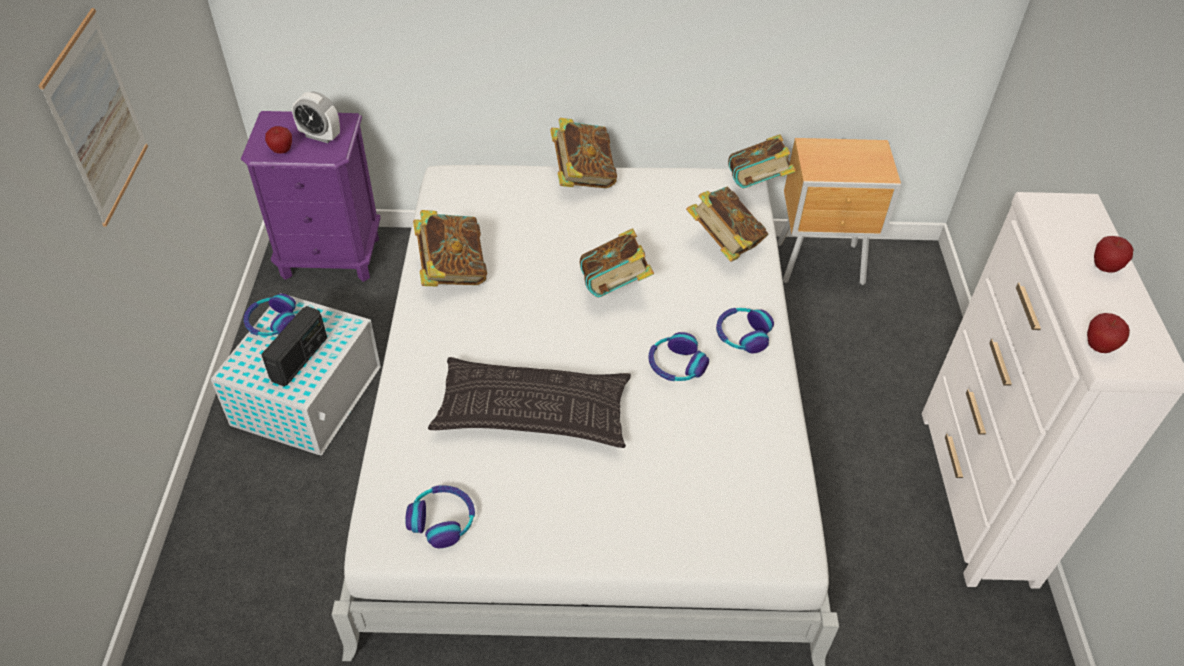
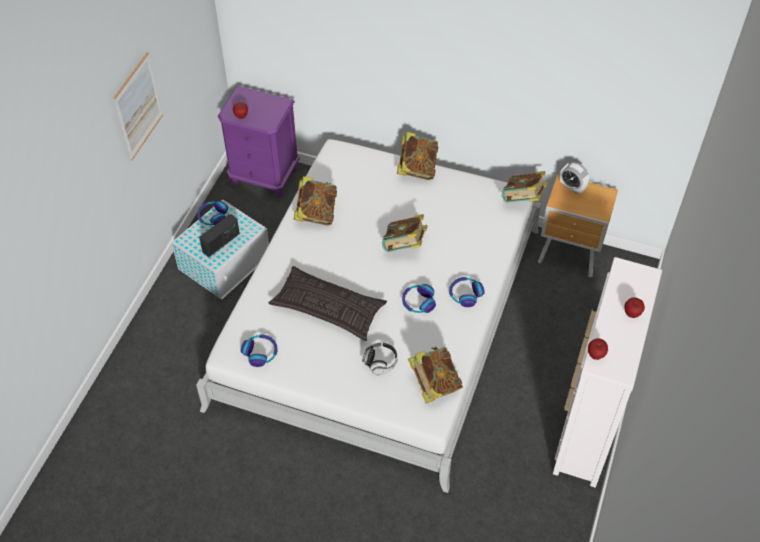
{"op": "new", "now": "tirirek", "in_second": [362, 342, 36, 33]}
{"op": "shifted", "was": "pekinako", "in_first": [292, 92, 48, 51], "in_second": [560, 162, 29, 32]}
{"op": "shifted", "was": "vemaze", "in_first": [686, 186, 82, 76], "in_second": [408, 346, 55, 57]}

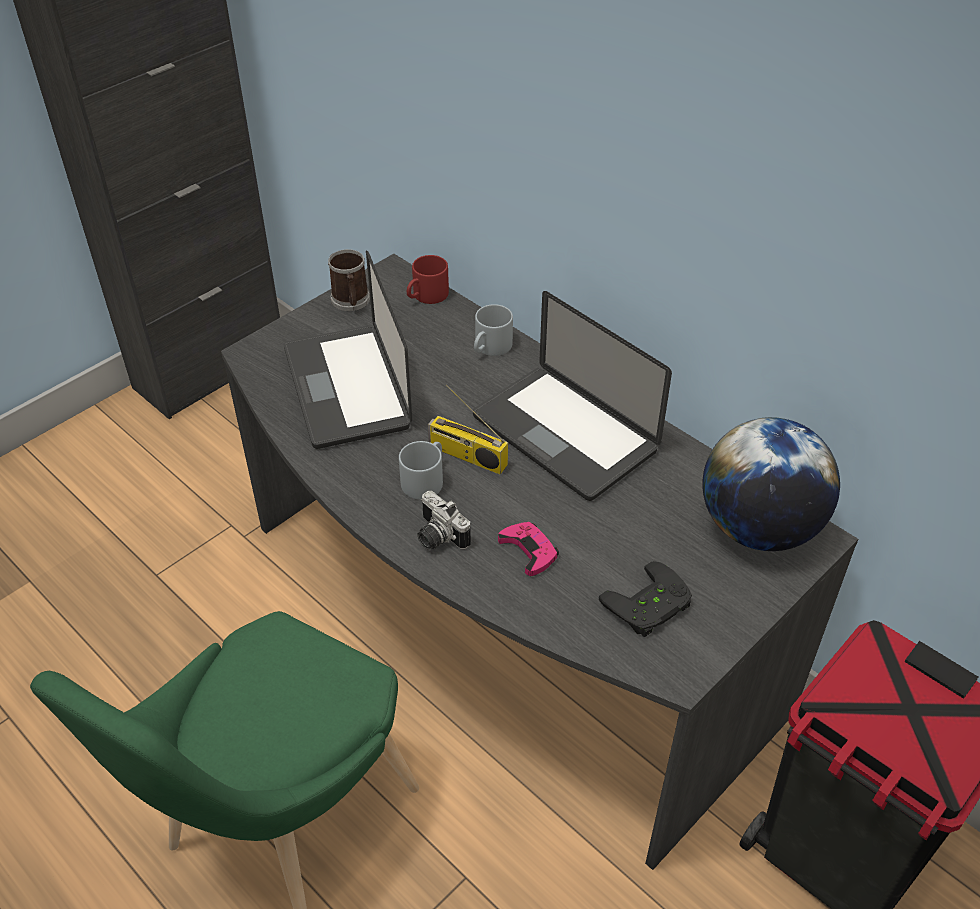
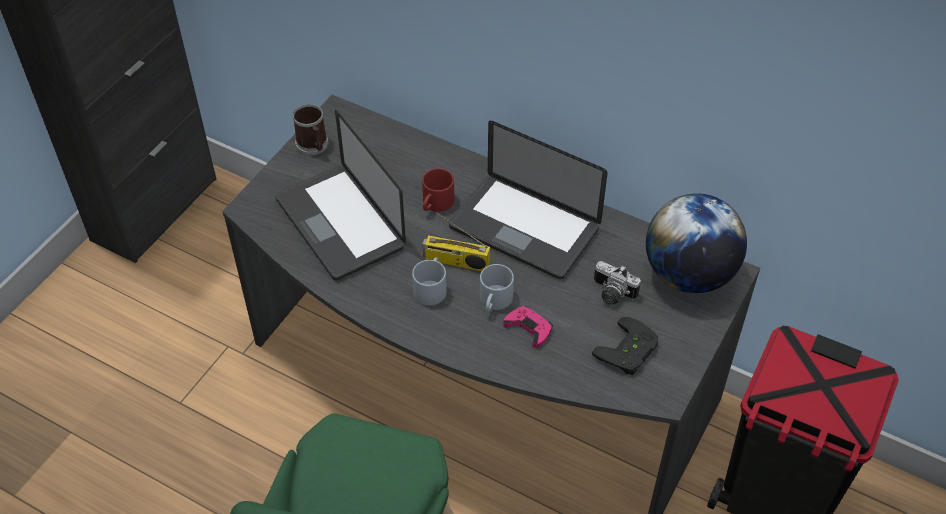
{"op": "shifted", "was": "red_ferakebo", "in_first": [407, 255, 42, 49], "in_second": [422, 168, 32, 44]}
{"op": "shifted", "was": "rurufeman", "in_first": [417, 491, 54, 59], "in_second": [594, 261, 47, 44]}
{"op": "shifted", "was": "grey_ferakebo", "in_first": [474, 304, 39, 52], "in_second": [480, 264, 34, 48]}

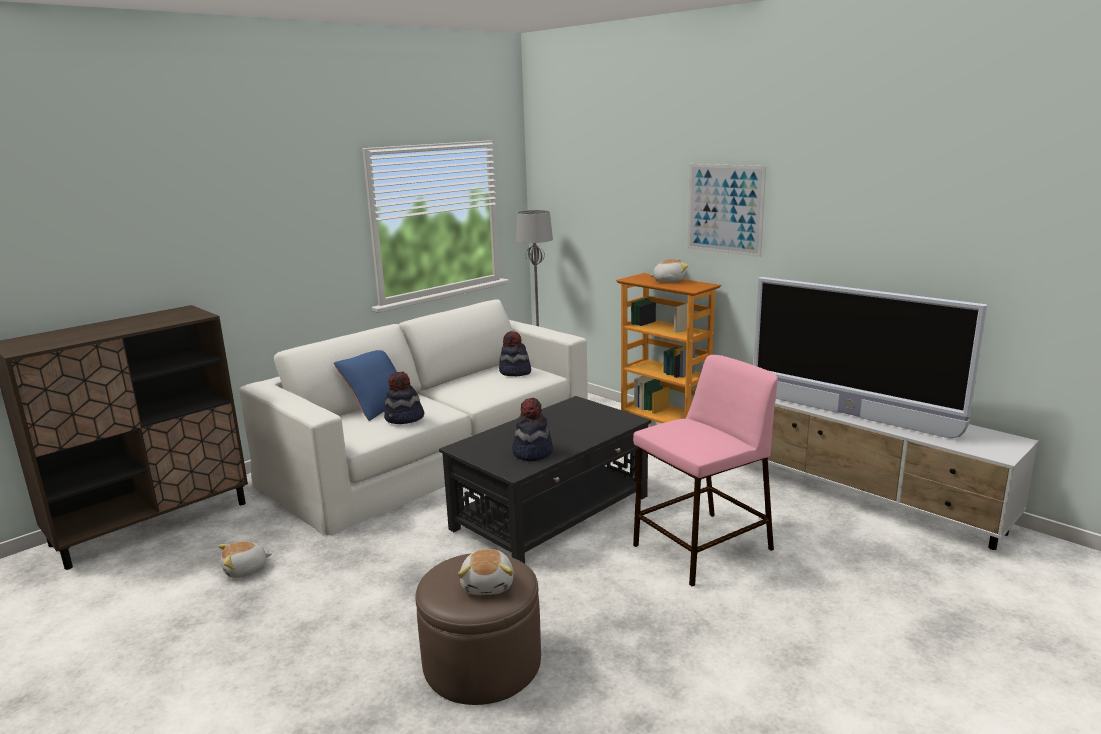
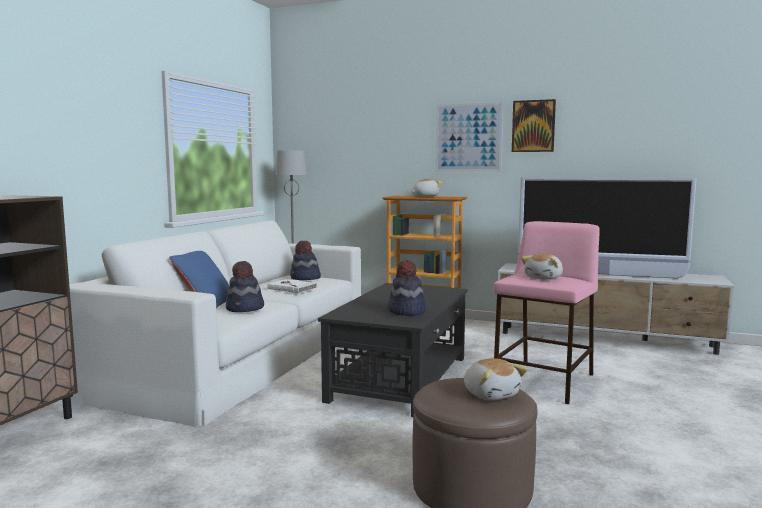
{"op": "new", "now": "white_vemaze", "in_second": [267, 279, 50, 14]}
{"op": "new", "now": "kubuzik", "in_second": [512, 99, 44, 53]}
{"op": "shifted", "was": "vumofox", "in_first": [218, 541, 54, 37], "in_second": [521, 253, 42, 27]}

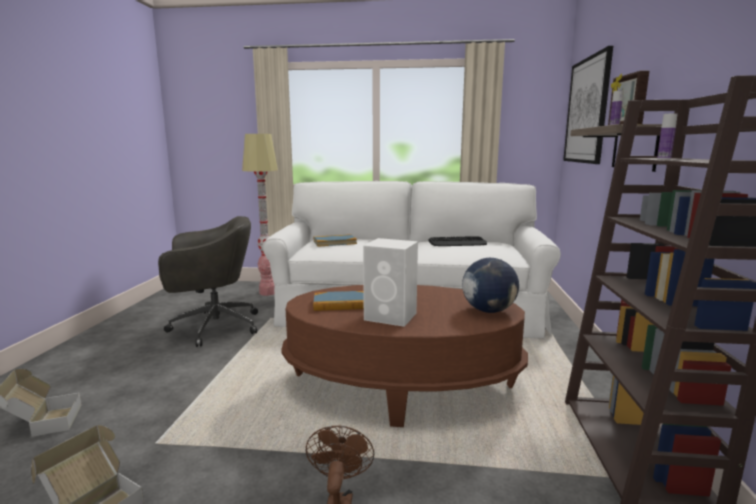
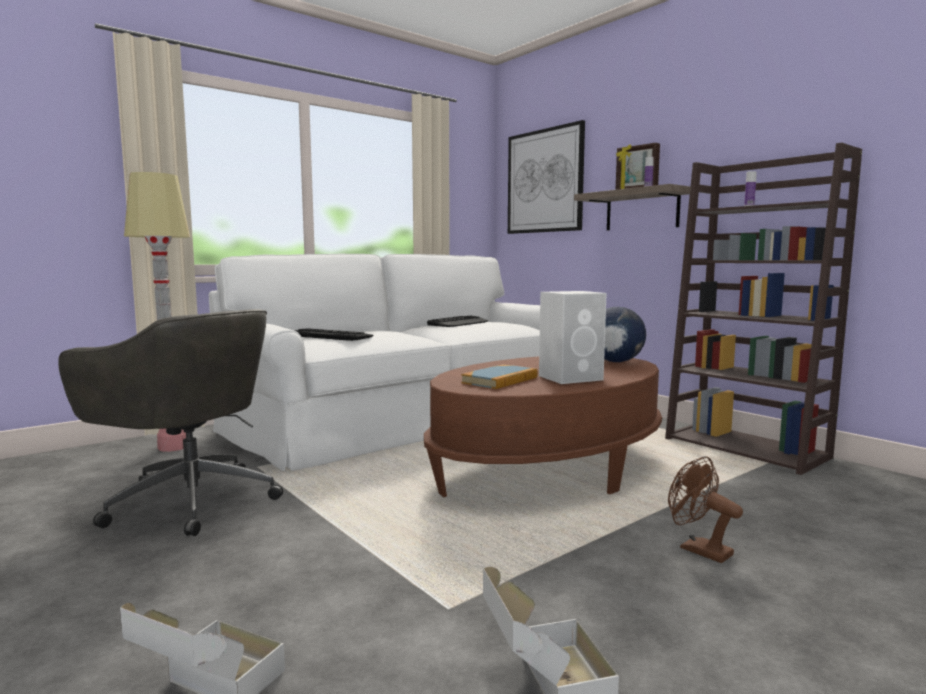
{"op": "swapped", "was": "vemaze", "now": "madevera", "in_first": [314, 234, 43, 13], "in_second": [295, 328, 78, 13]}
{"op": "rotated", "was": "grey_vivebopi", "in_first": [158, 216, 100, 131], "in_second": [58, 309, 225, 227], "clockwise": 90}

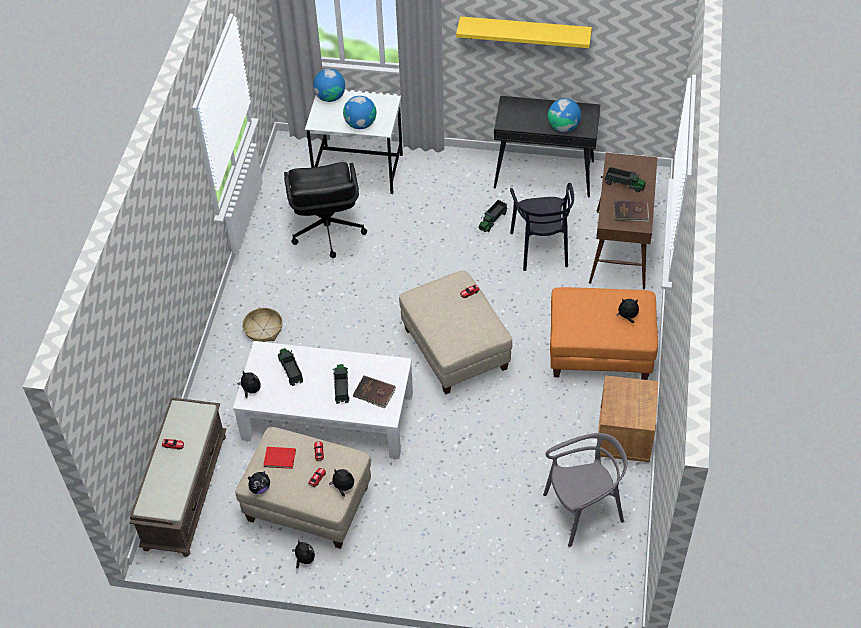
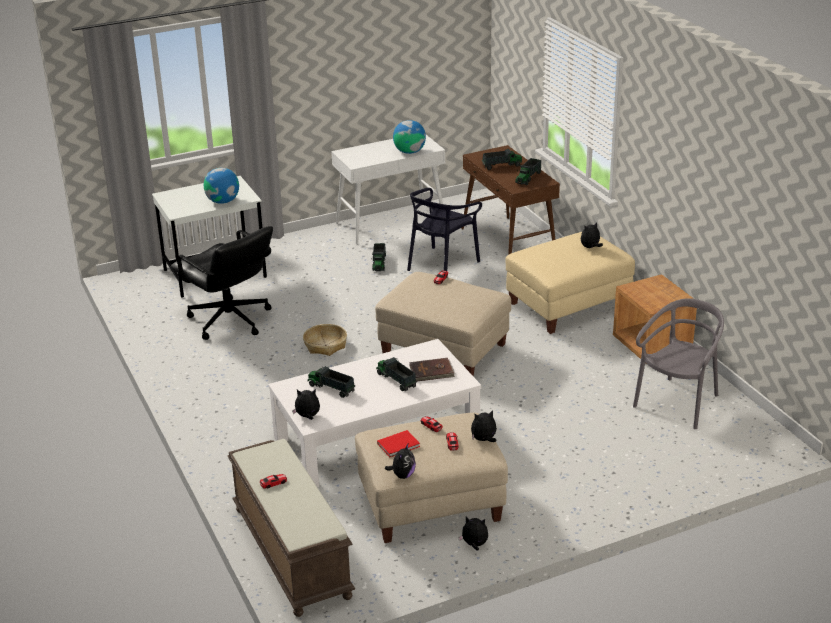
{"op": "gone", "was": "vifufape", "in_first": [313, 69, 32, 33]}
{"op": "gone", "was": "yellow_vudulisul", "in_first": [456, 16, 136, 32]}
{"op": "shifted", "was": "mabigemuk", "in_first": [242, 308, 41, 34], "in_second": [303, 324, 44, 32]}
{"op": "swapped", "was": "brown_vemaze", "now": "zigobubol", "in_first": [614, 201, 35, 21], "in_second": [515, 158, 27, 27]}
{"op": "repainted", "was": "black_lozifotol", "now": "white_lozifotol", "in_first": [494, 96, 107, 102], "in_second": [331, 135, 114, 110]}
{"op": "repainted", "was": "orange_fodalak", "now": "beige_fodalak", "in_first": [550, 287, 108, 93], "in_second": [505, 232, 130, 102]}
{"op": "rotated", "was": "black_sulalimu", "in_first": [510, 183, 64, 88], "in_second": [407, 188, 75, 83], "clockwise": 75}

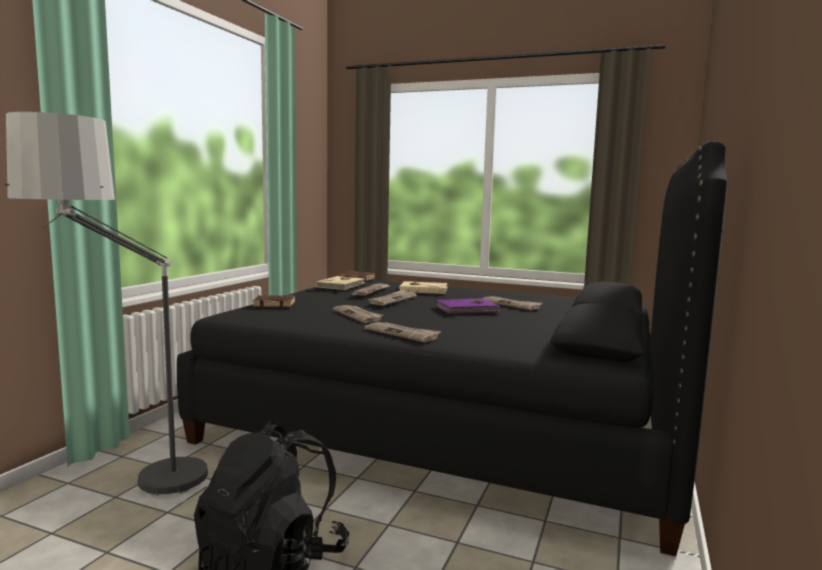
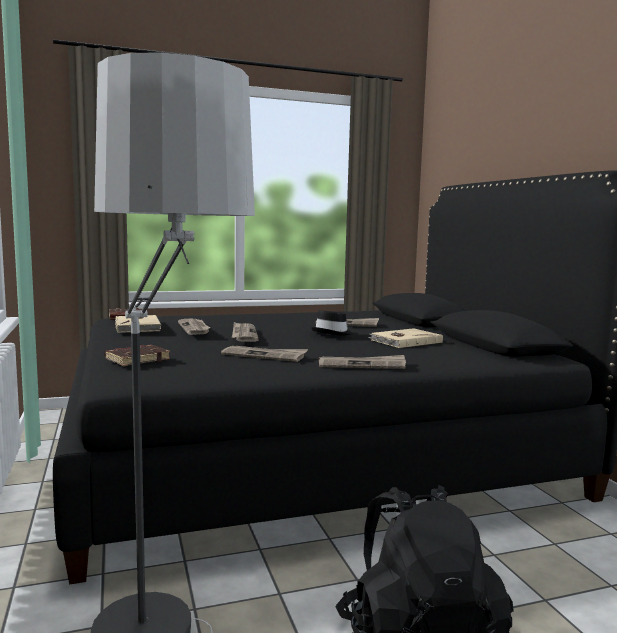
{"op": "shifted", "was": "beige_vemaze", "in_first": [398, 281, 50, 13], "in_second": [368, 328, 75, 20]}
{"op": "swapped", "was": "purple_vemaze", "now": "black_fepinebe", "in_first": [436, 298, 65, 16], "in_second": [311, 310, 42, 25]}

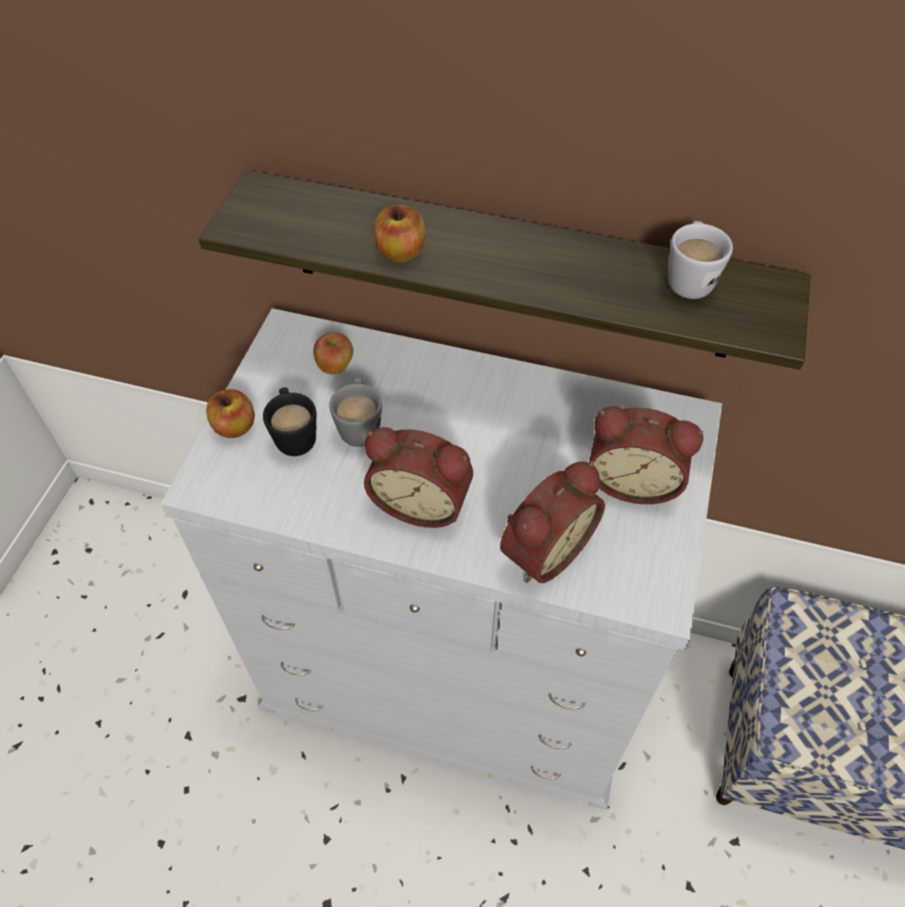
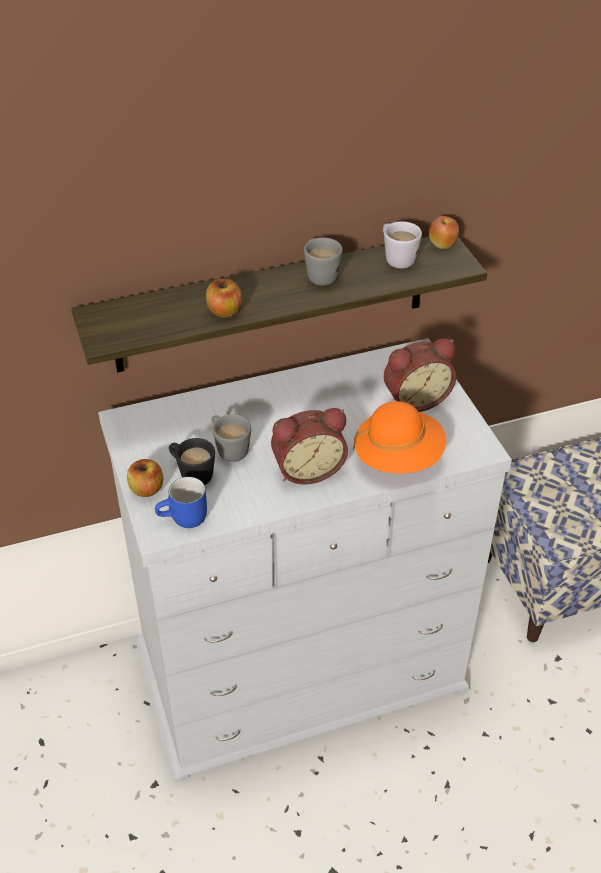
{"op": "new", "now": "blue_ferakebo", "in_second": [155, 477, 52, 51]}
{"op": "new", "now": "grey_ferakebo", "in_second": [304, 238, 39, 48]}
{"op": "shifted", "was": "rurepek", "in_first": [314, 332, 39, 42], "in_second": [429, 216, 30, 33]}
{"op": "swapped", "was": "pekinako", "now": "orange_fepinebe", "in_first": [500, 461, 105, 122], "in_second": [353, 401, 93, 72]}

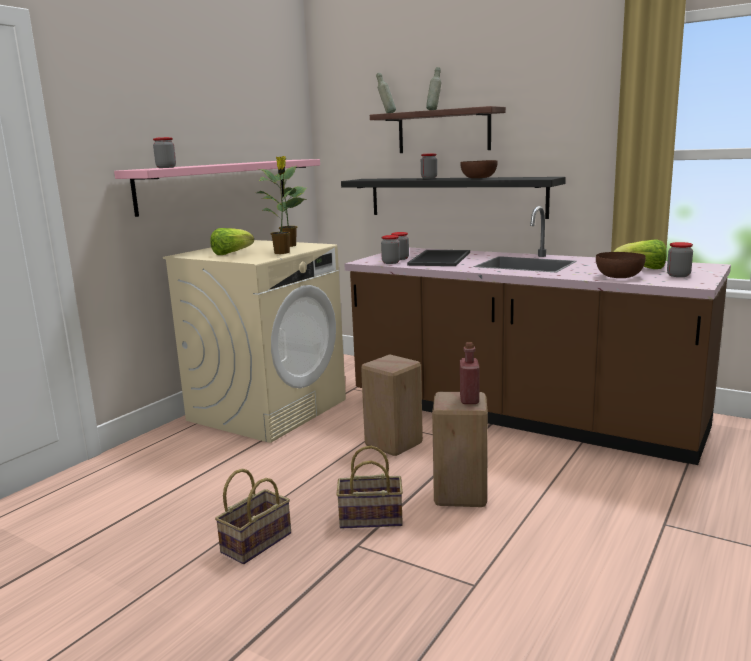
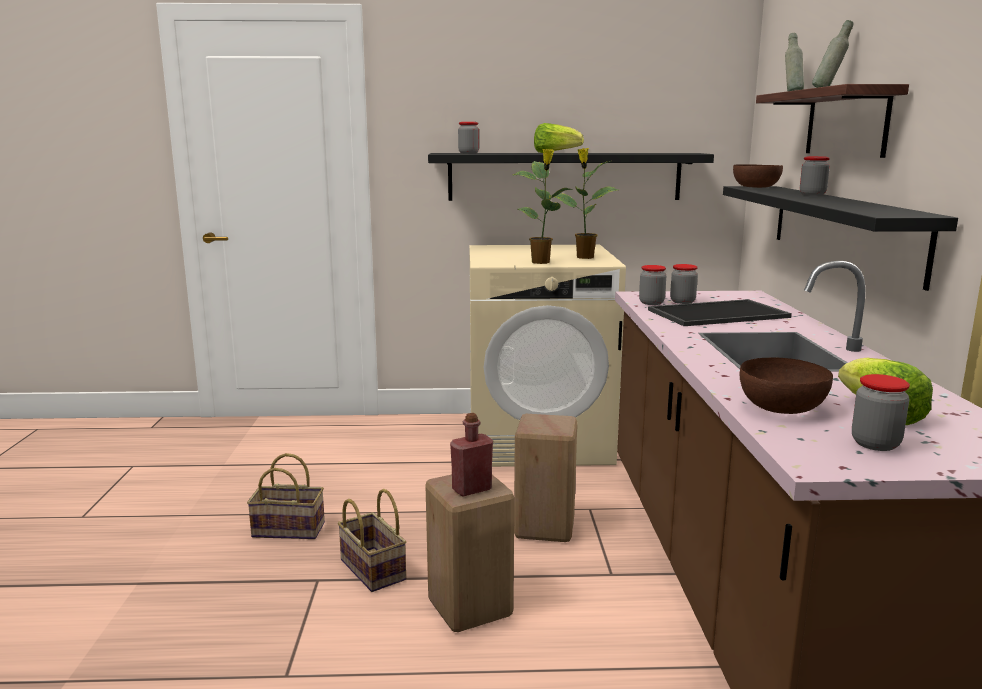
{"op": "shifted", "was": "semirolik", "in_first": [210, 228, 44, 27], "in_second": [534, 123, 50, 30]}
{"op": "shifted", "was": "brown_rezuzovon", "in_first": [460, 160, 37, 18], "in_second": [733, 164, 50, 24]}
{"op": "repainted", "was": "pink_vudulisul", "now": "black_vudulisul", "in_first": [114, 159, 206, 58], "in_second": [428, 153, 286, 48]}

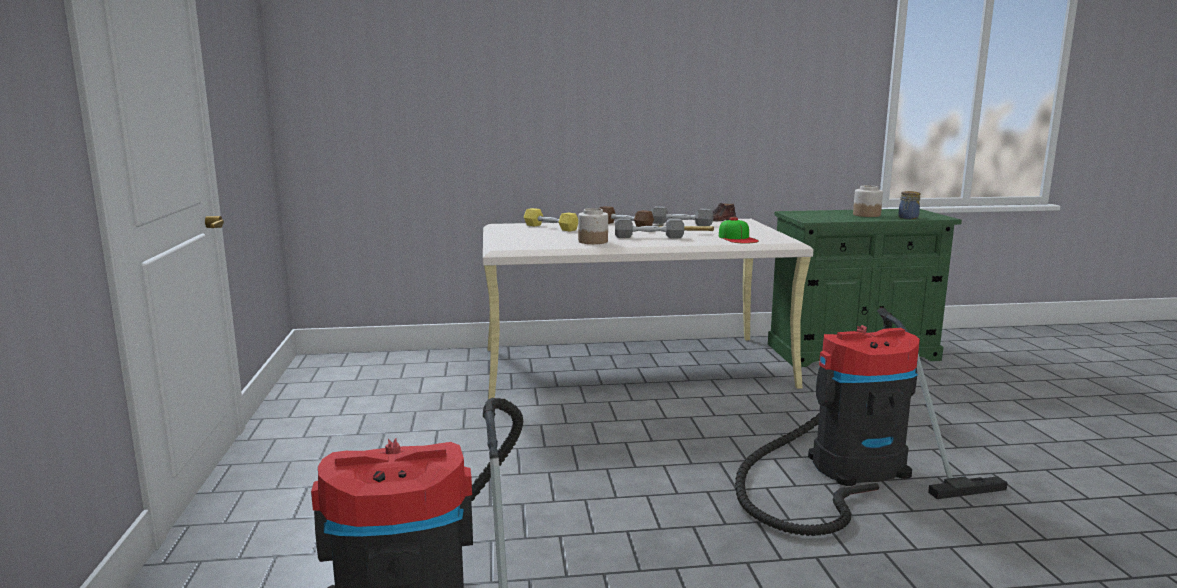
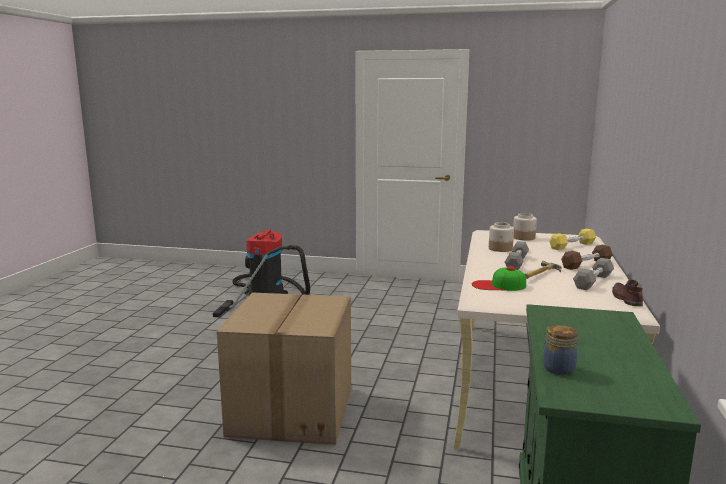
{"op": "shifted", "was": "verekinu", "in_first": [853, 185, 30, 32], "in_second": [513, 213, 24, 28]}
{"op": "swapped", "was": "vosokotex", "now": "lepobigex", "in_first": [735, 308, 273, 228], "in_second": [217, 293, 134, 152]}

